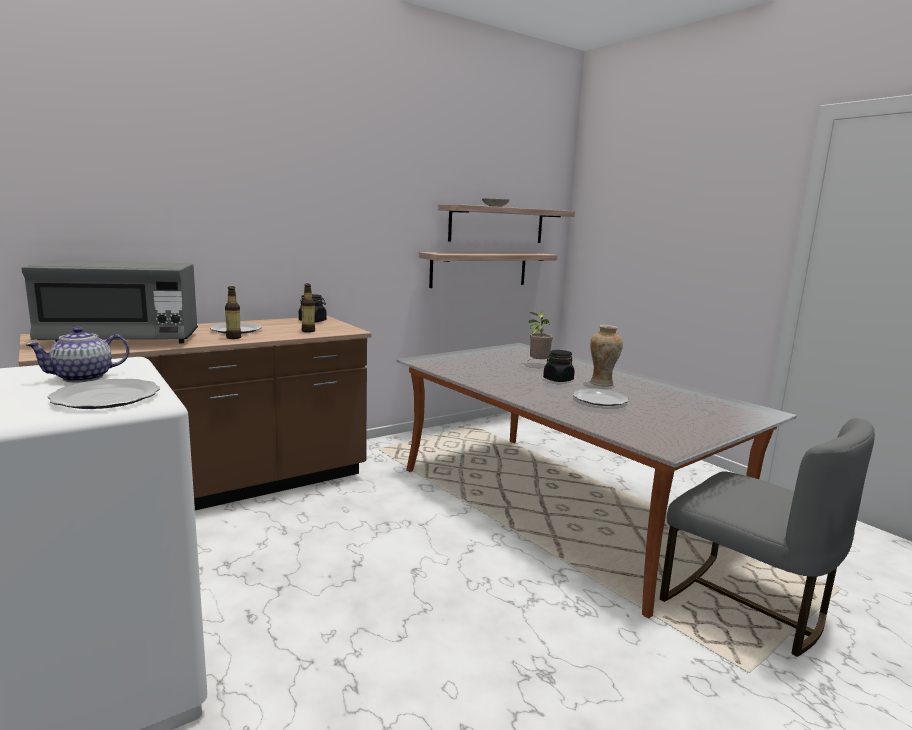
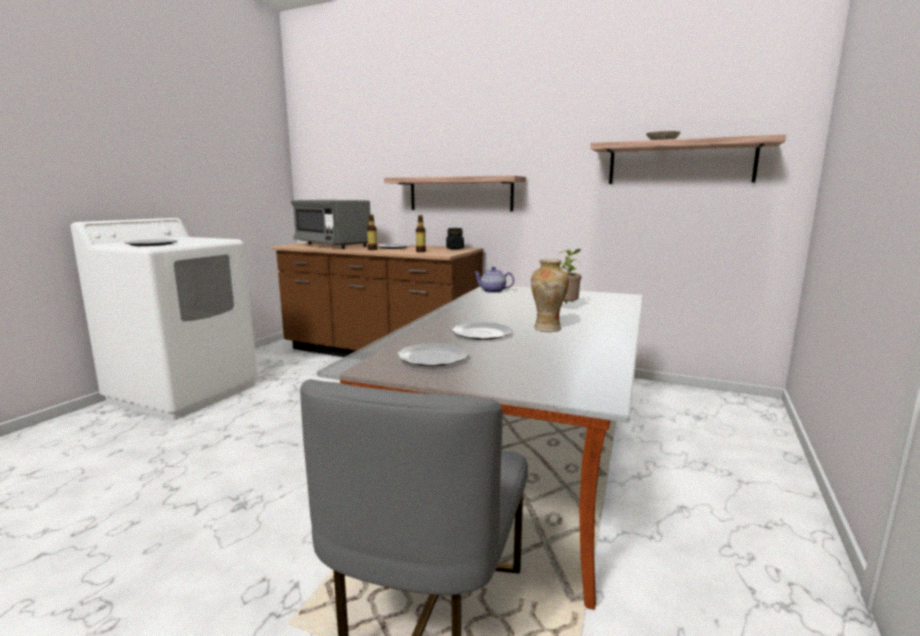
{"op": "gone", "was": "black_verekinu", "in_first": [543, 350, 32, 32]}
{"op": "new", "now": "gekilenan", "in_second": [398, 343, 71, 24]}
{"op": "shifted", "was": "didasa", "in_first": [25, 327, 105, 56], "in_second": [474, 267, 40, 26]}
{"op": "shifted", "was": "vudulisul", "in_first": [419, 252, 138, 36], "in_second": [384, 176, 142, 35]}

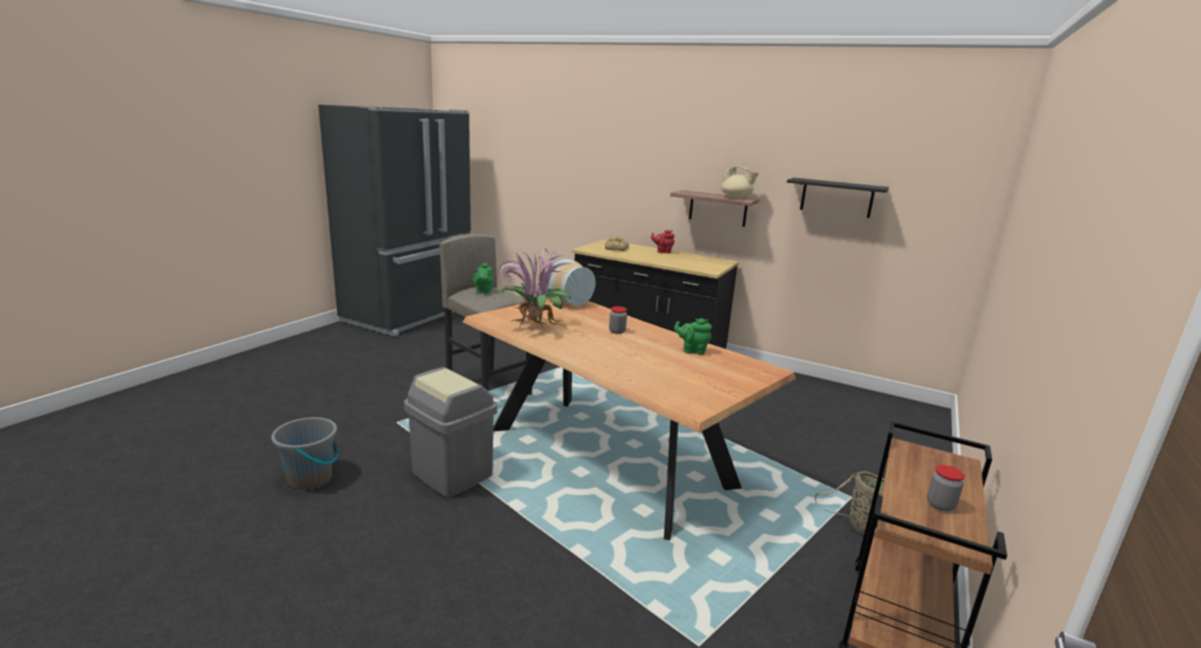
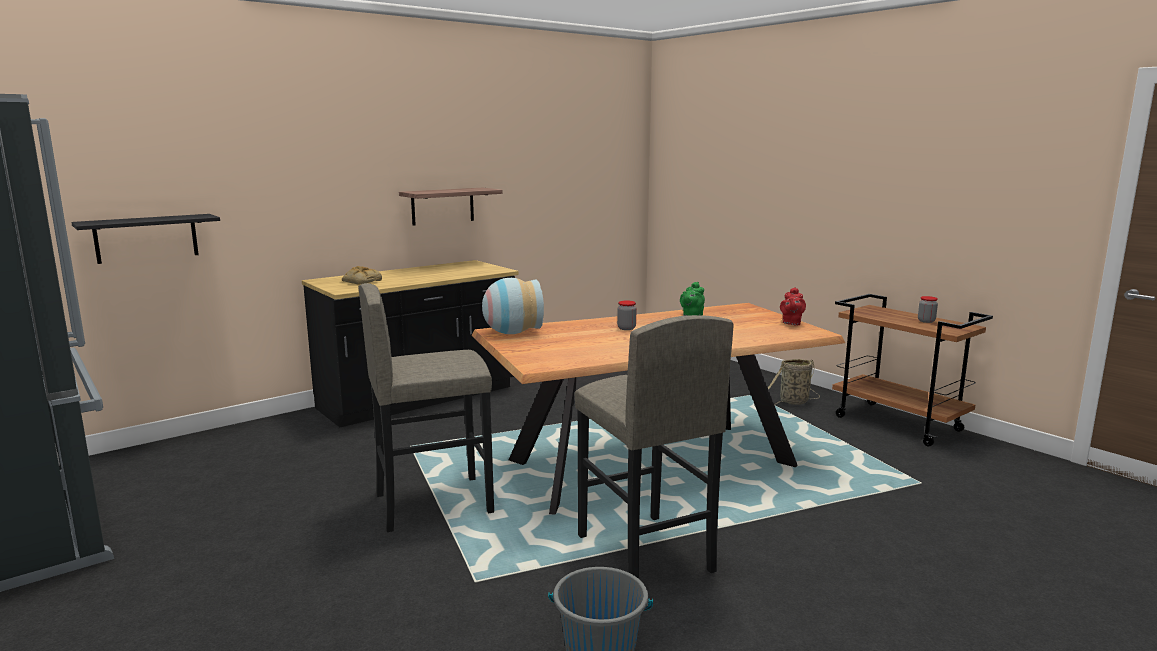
{"op": "gone", "was": "green_didasa", "in_first": [473, 263, 20, 31]}
{"op": "gone", "was": "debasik", "in_first": [495, 249, 76, 79]}
{"op": "gone", "was": "beige_didasa", "in_first": [721, 166, 38, 33]}
{"op": "shifted", "was": "red_didasa", "in_first": [651, 230, 24, 24], "in_second": [780, 287, 26, 39]}
{"op": "shifted", "was": "black_vudulisul", "in_first": [787, 178, 102, 40], "in_second": [71, 214, 149, 50]}
{"op": "swapped", "was": "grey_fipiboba", "now": "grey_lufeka", "in_first": [404, 367, 93, 131], "in_second": [575, 315, 159, 264]}

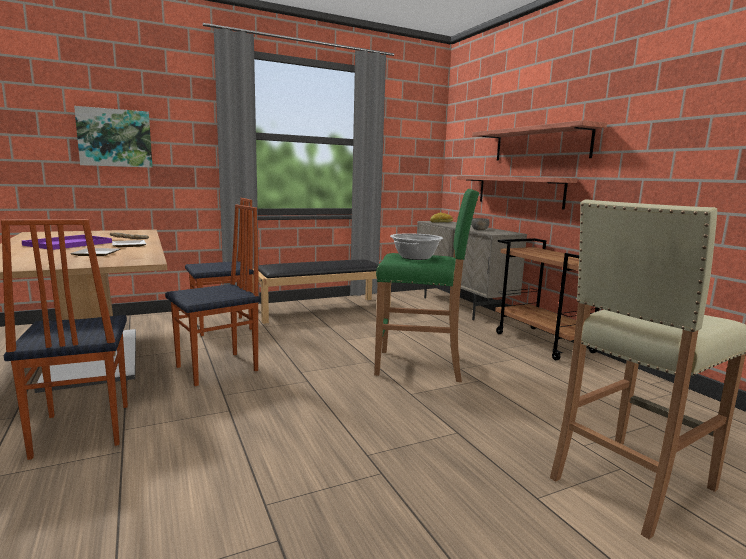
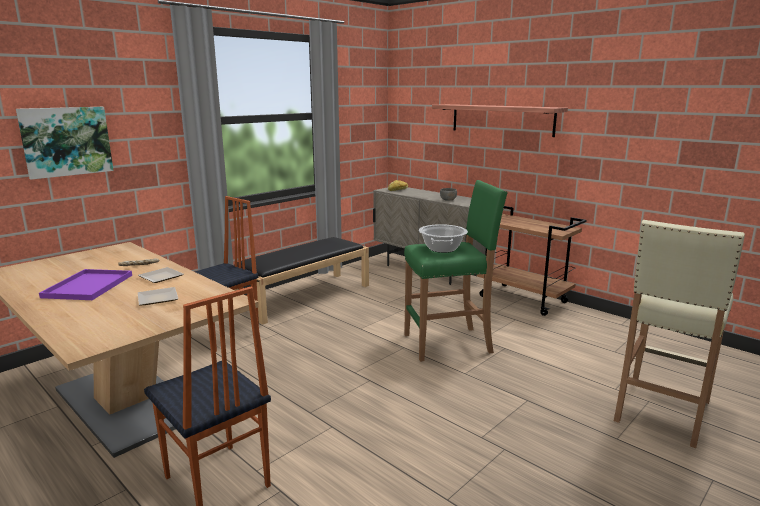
{"op": "gone", "was": "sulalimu", "in_first": [165, 204, 96, 182]}
{"op": "gone", "was": "vudulisul", "in_first": [457, 176, 121, 34]}

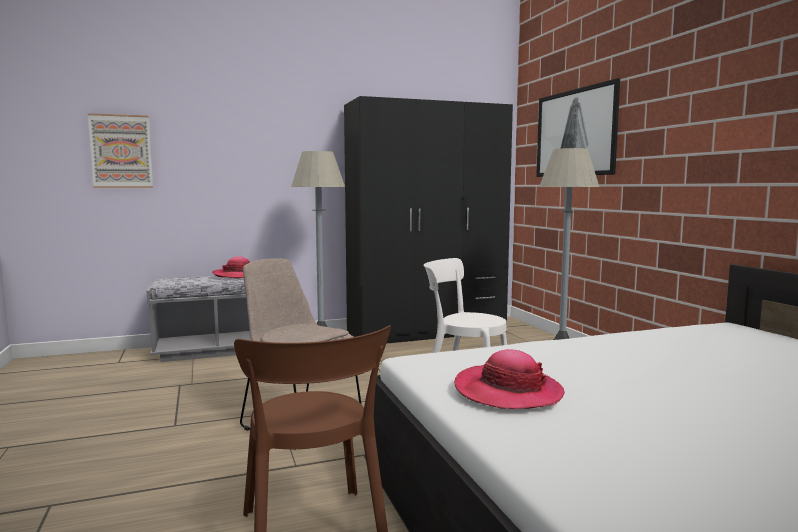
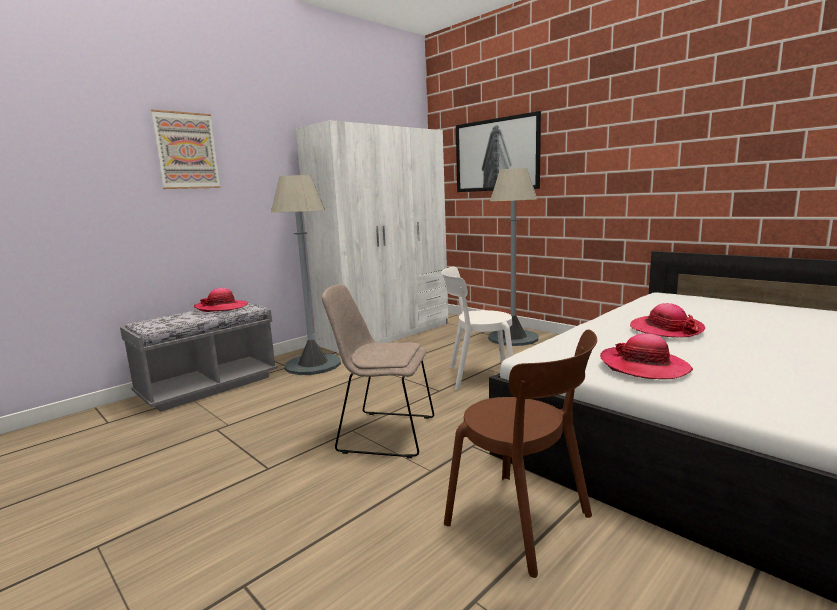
{"op": "new", "now": "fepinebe", "in_second": [630, 303, 75, 34]}
{"op": "shifted", "was": "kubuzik", "in_first": [88, 113, 65, 75], "in_second": [151, 109, 70, 80]}
{"op": "repainted", "was": "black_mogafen", "now": "white_mogafen", "in_first": [344, 96, 169, 247], "in_second": [296, 120, 152, 234]}

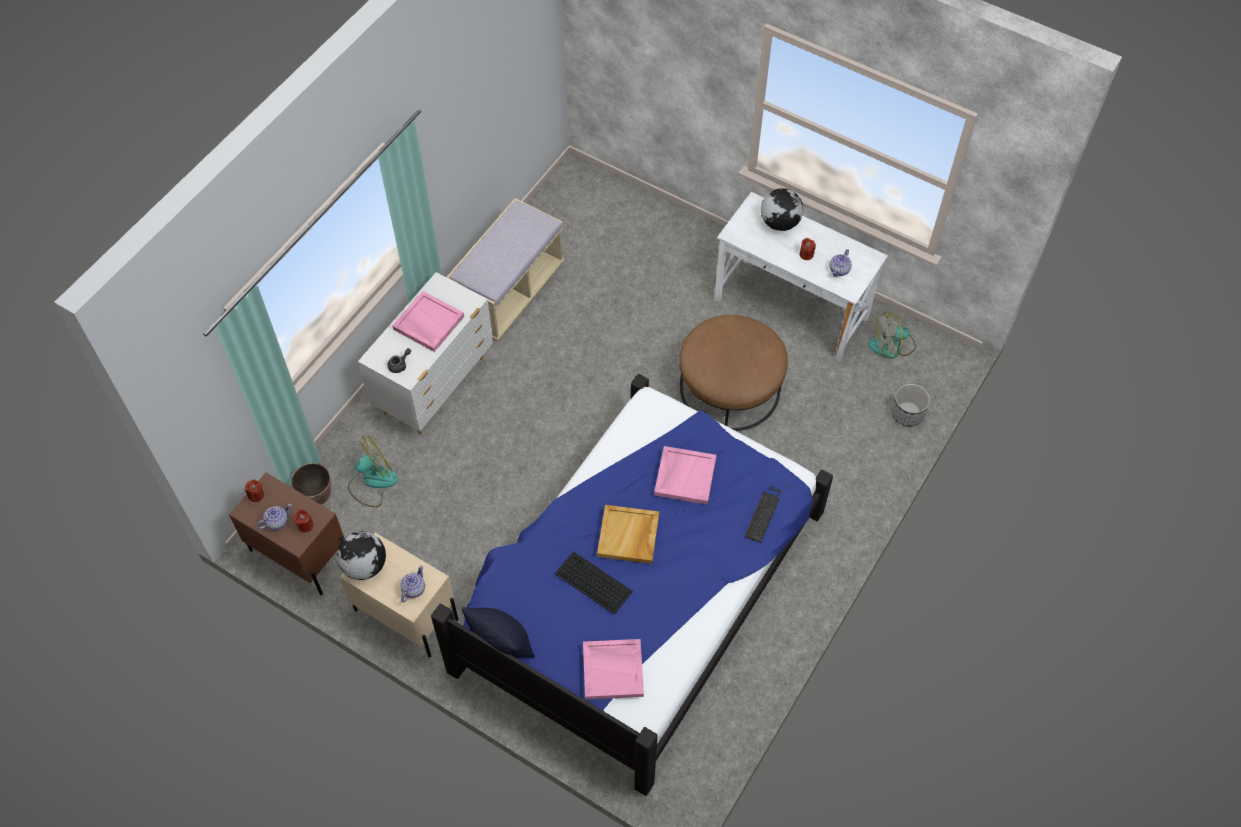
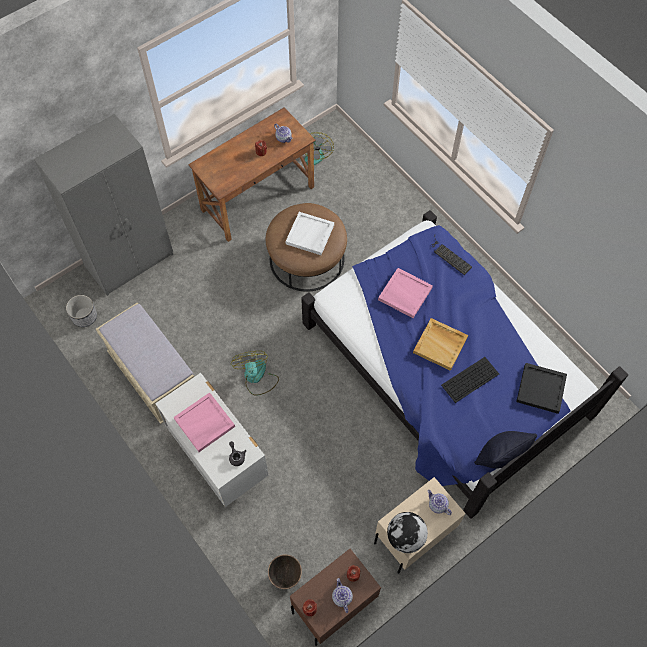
{"op": "gone", "was": "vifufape", "in_first": [761, 188, 42, 43]}
{"op": "new", "now": "grey_mogafen", "in_second": [34, 114, 139, 182]}
{"op": "new", "now": "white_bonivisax", "in_second": [285, 212, 49, 43]}
{"op": "shifted", "was": "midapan", "in_first": [348, 435, 51, 72], "in_second": [231, 351, 48, 45]}
{"op": "shifted", "was": "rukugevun", "in_first": [891, 384, 39, 42], "in_second": [66, 295, 31, 32]}
{"op": "repainted", "was": "pink_bonivisax", "now": "black_bonivisax", "in_first": [583, 639, 61, 61], "in_second": [516, 363, 51, 51]}
{"op": "repainted", "was": "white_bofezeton", "now": "brown_bofezeton", "in_first": [714, 192, 174, 170], "in_second": [188, 108, 128, 134]}

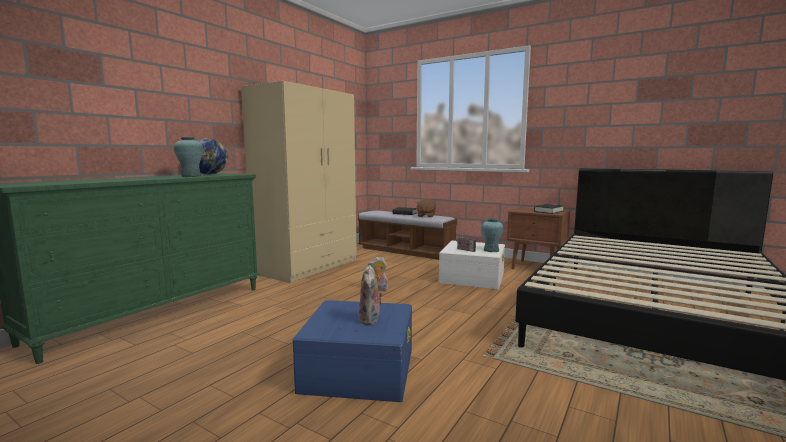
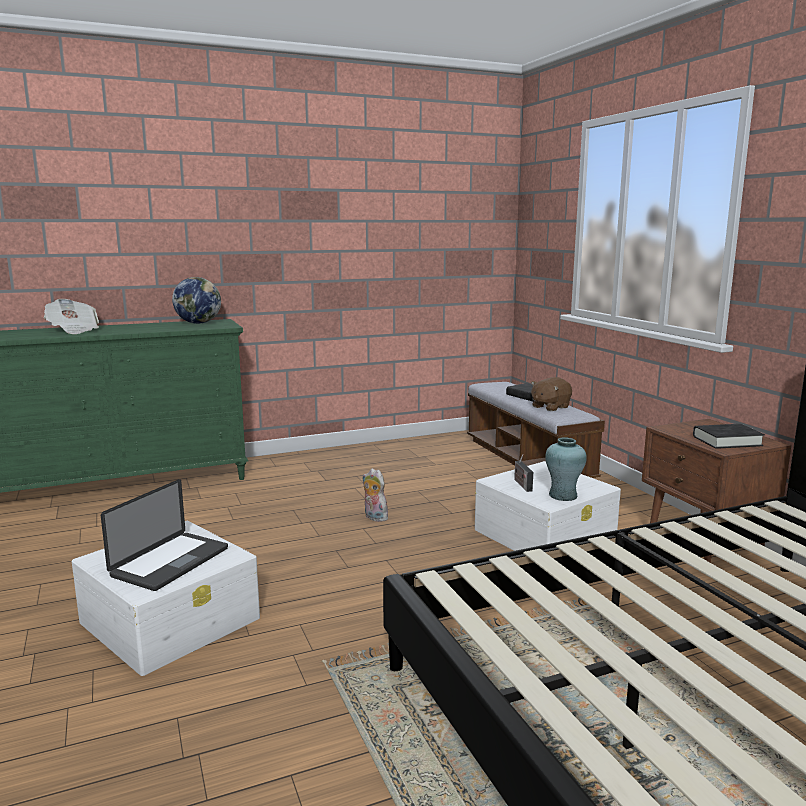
{"op": "gone", "was": "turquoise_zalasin", "in_first": [174, 137, 29, 40]}
{"op": "gone", "was": "beige_mogafen", "in_first": [241, 81, 116, 202]}
{"op": "new", "now": "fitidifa", "in_second": [44, 299, 55, 35]}
{"op": "swapped", "was": "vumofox", "now": "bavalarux", "in_first": [359, 265, 24, 60], "in_second": [101, 479, 127, 112]}
{"op": "repainted", "was": "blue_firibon", "now": "white_firibon", "in_first": [292, 300, 120, 102], "in_second": [72, 521, 188, 155]}

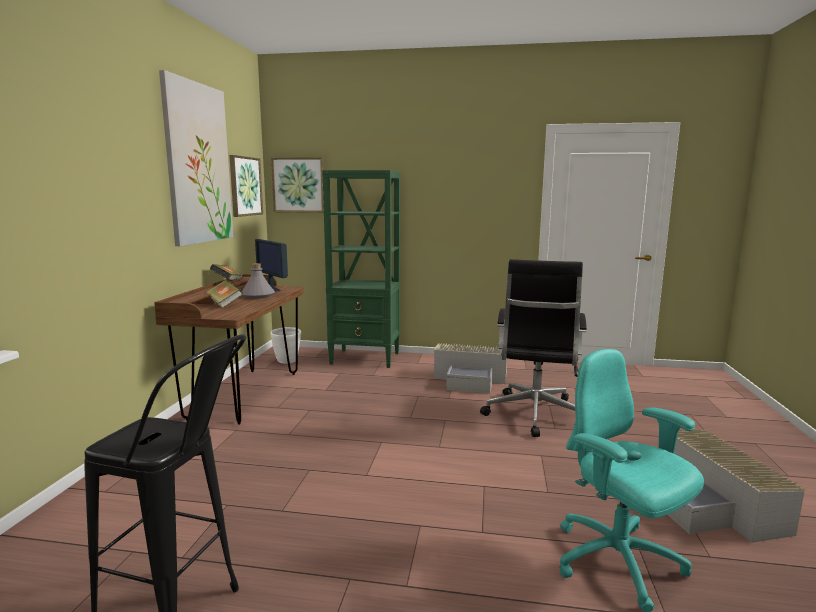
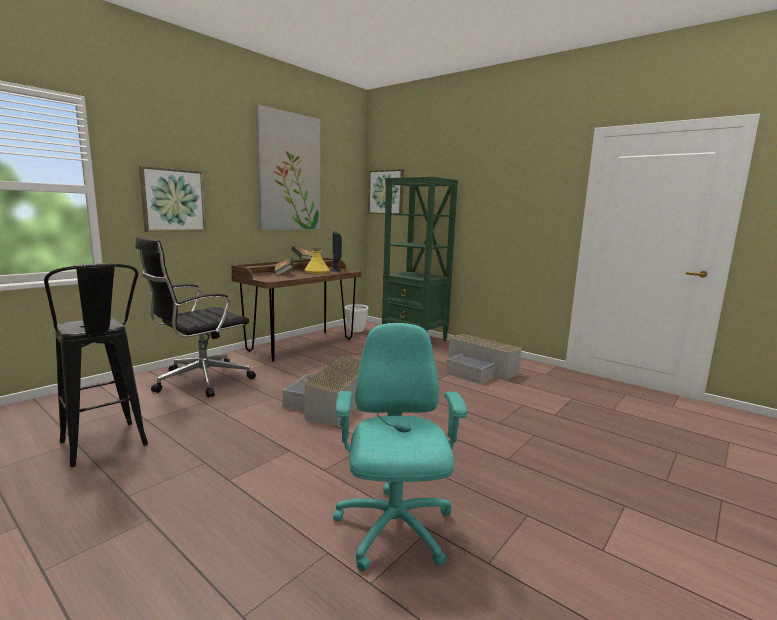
{"op": "shifted", "was": "kubuzik", "in_first": [229, 155, 34, 62], "in_second": [139, 166, 67, 66]}
{"op": "shifted", "was": "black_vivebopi", "in_first": [480, 259, 107, 178], "in_second": [136, 237, 120, 161]}
{"op": "shifted", "was": "grey_firibon", "in_first": [667, 430, 139, 113], "in_second": [283, 356, 78, 70]}
{"op": "repainted", "was": "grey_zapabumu", "now": "yellow_zapabumu", "in_first": [242, 263, 33, 36], "in_second": [304, 248, 25, 26]}

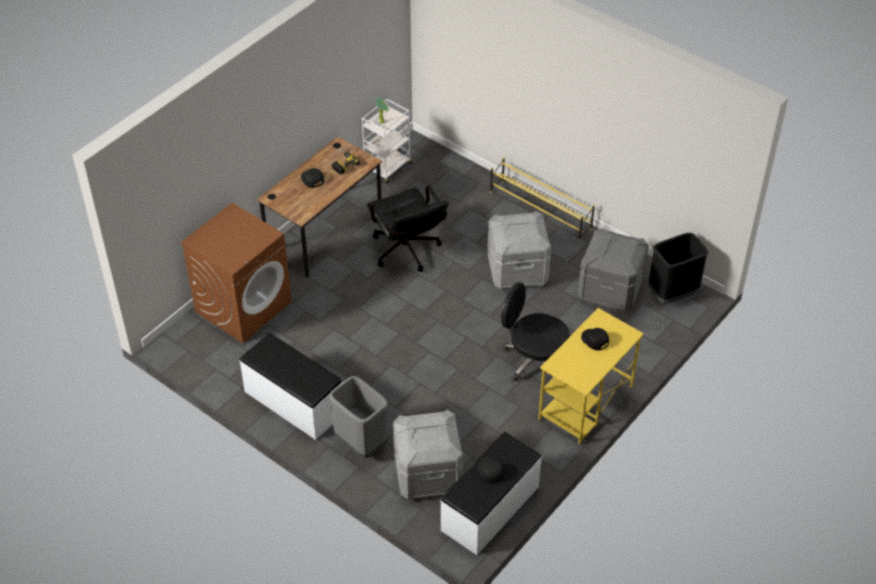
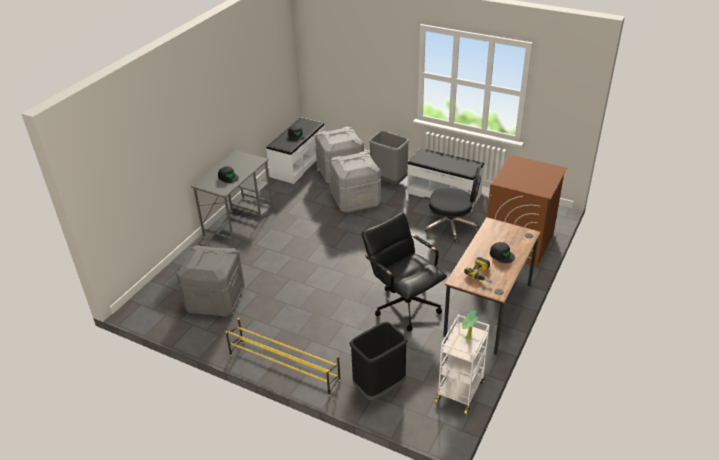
{"op": "shifted", "was": "grey_firibon", "in_first": [487, 211, 64, 79], "in_second": [329, 151, 52, 62]}
{"op": "shifted", "was": "black_vivebopi", "in_first": [501, 282, 68, 100], "in_second": [426, 167, 56, 76]}
{"op": "shifted", "was": "black_fipiboba", "in_first": [648, 233, 60, 71], "in_second": [349, 322, 59, 78]}
{"op": "repainted", "was": "yellow_bofezeton", "now": "grey_bofezeton", "in_first": [538, 308, 106, 137], "in_second": [191, 150, 82, 96]}

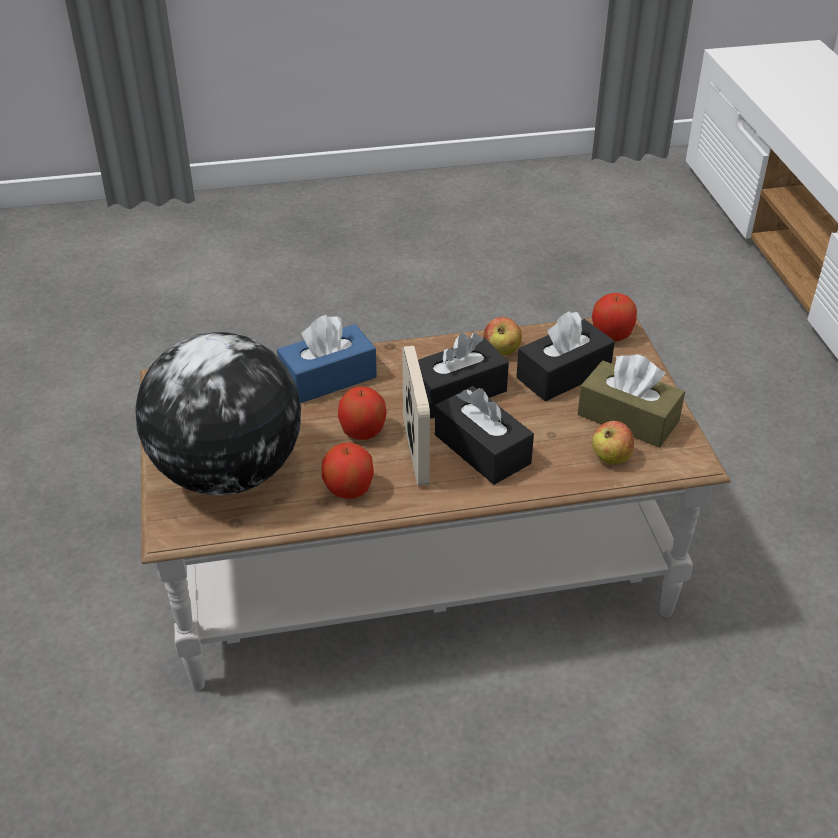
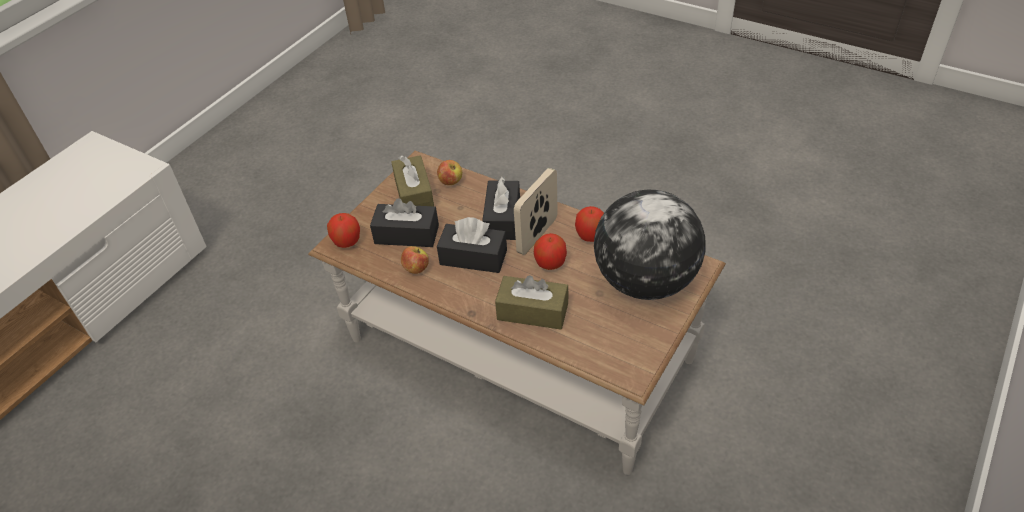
{"op": "repainted", "was": "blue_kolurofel", "now": "brown_kolurofel", "in_first": [277, 315, 100, 88], "in_second": [495, 275, 74, 55]}

